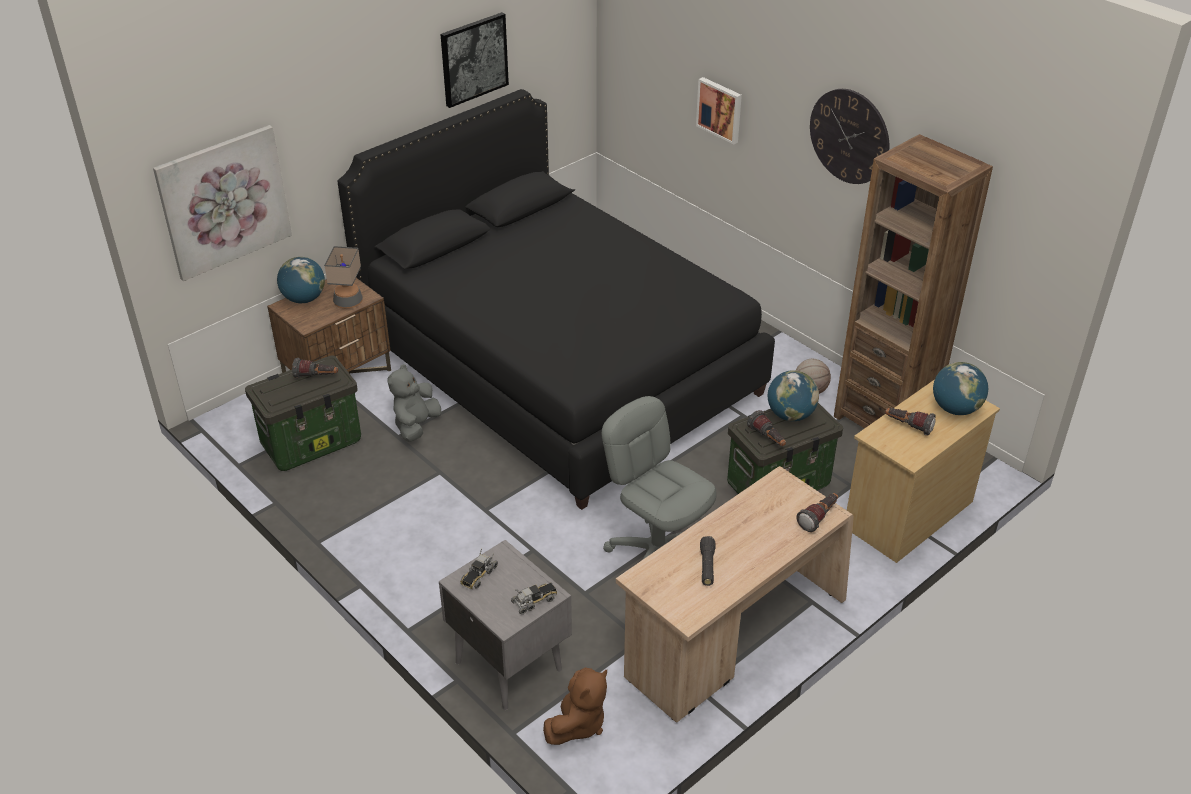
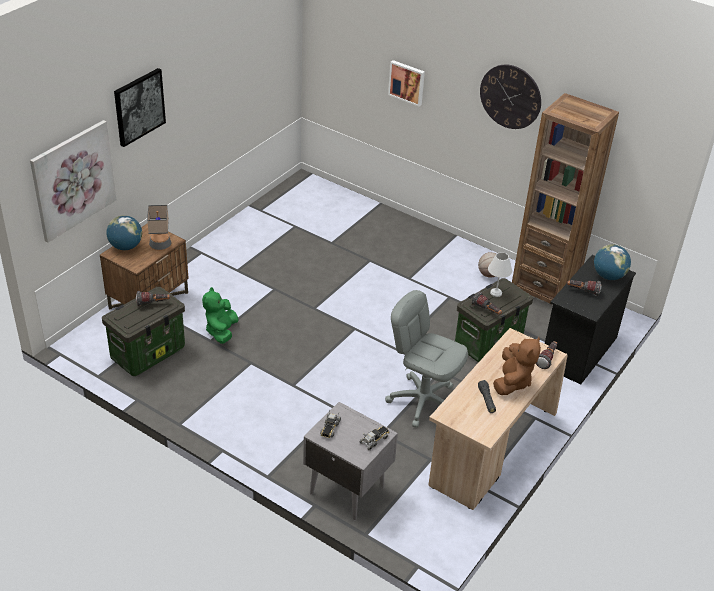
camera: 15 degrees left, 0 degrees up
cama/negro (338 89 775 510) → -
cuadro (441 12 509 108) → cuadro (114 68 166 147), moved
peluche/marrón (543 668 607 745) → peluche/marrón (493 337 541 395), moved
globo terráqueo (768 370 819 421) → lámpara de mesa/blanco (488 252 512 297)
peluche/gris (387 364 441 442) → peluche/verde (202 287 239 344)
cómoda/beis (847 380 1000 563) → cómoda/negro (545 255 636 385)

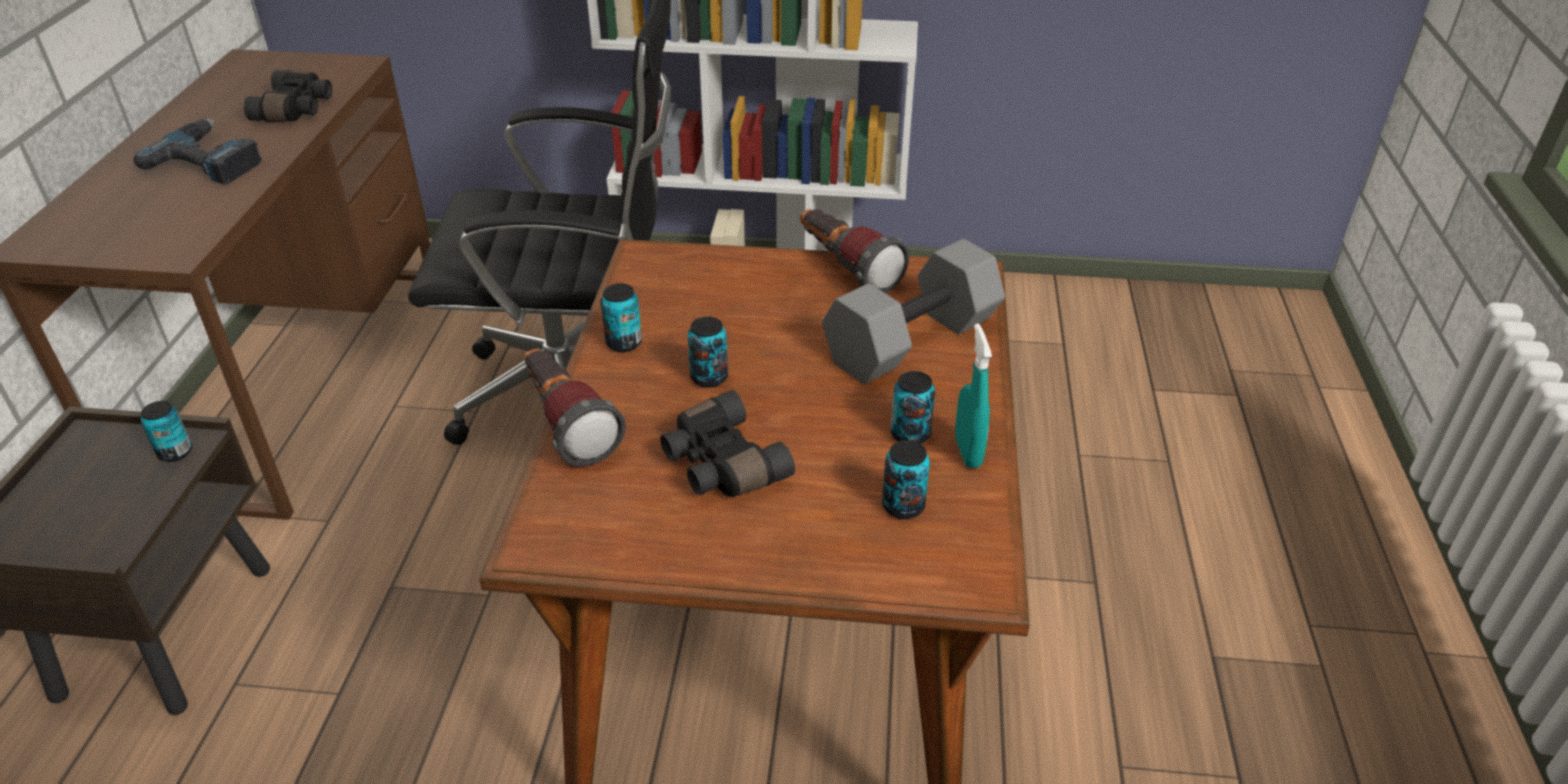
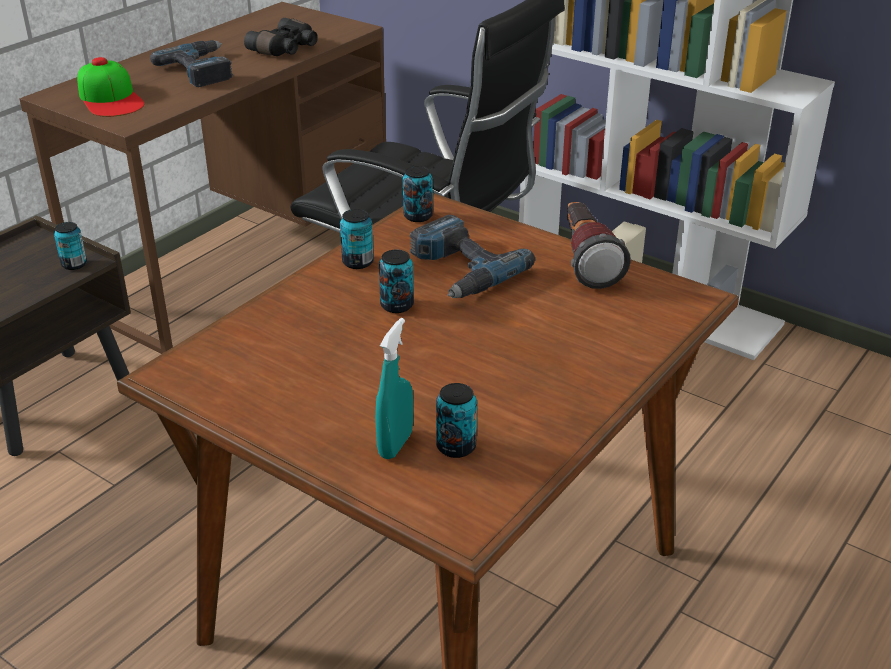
camera: 30 degrees right, 5 degrees down
linterna (524 348 626 466) → -
prismáticos/negro (660 390 795 497) → -
mancuerna/gris (822 239 1005 384) → -
- → gorra (77 57 144 117)
- → taladro (409 215 535 298)
lata (891 371 935 444) → lata (403 166 433 222), moved
pulverizador/turquesa (955 324 992 468) → pulverizador/turquesa (375 318 413 459), moved

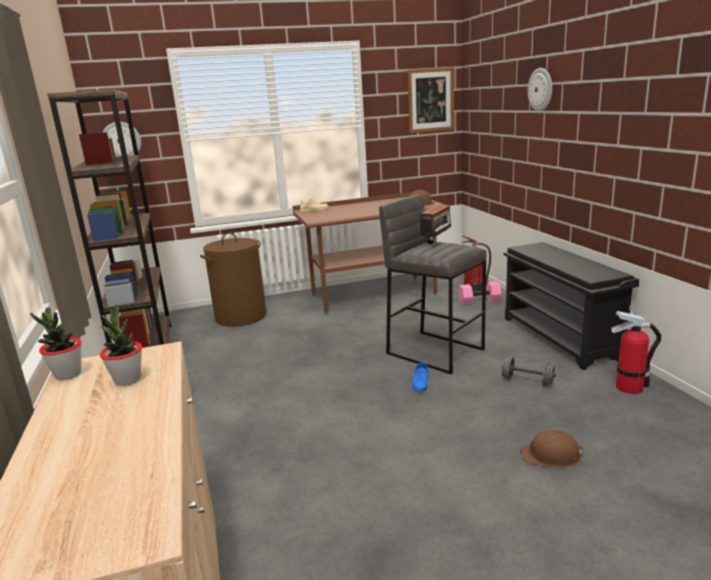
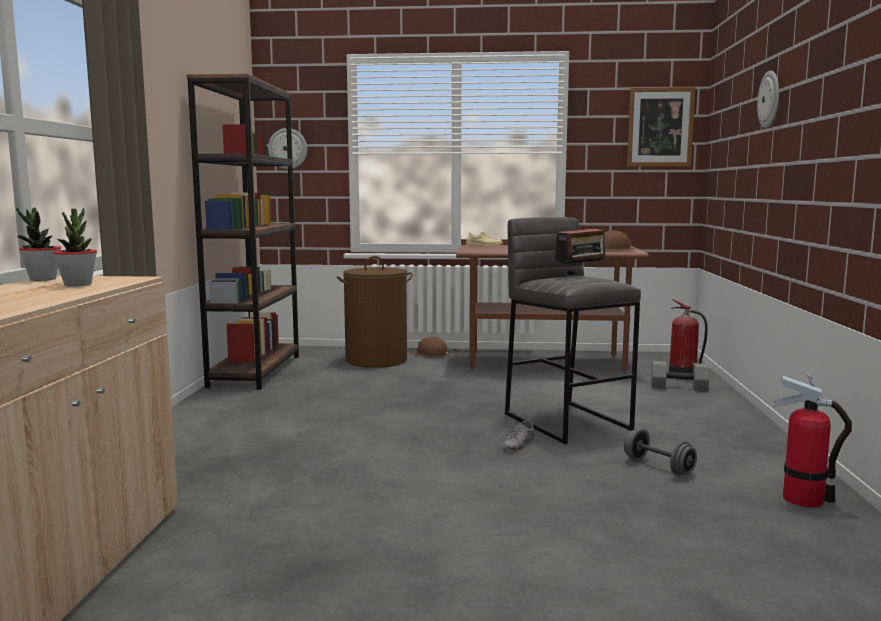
camera: 20 degrees right, 10 degrees down
zapatero/negro (503 242 639 370) → -
casco/marrón (520 430 584 468) → casco/marrón (411 337 451 358), moved
zapato/azul (412 361 429 391) → zapato/gris (502 419 534 451)
mancuerna/rosa (458 281 502 304) → mancuerna/gris (651 361 709 391)

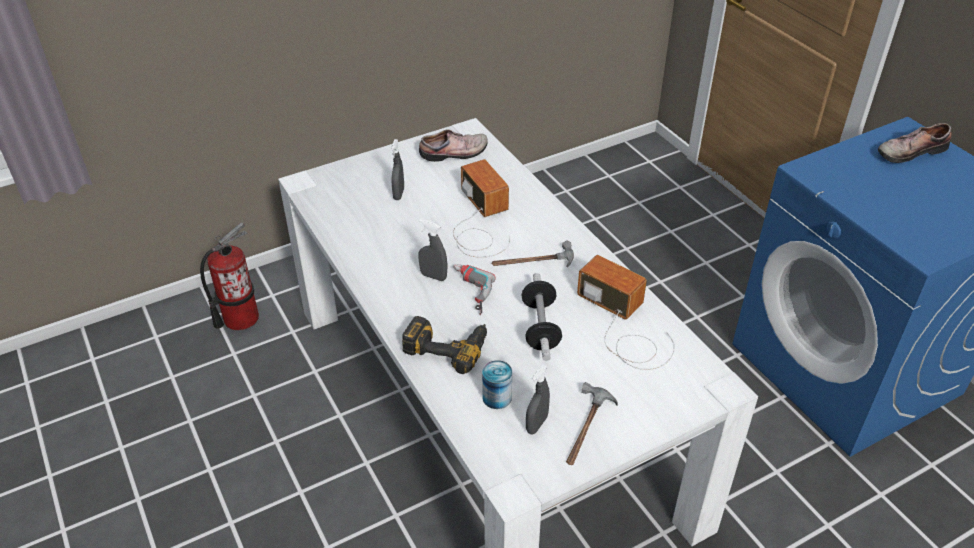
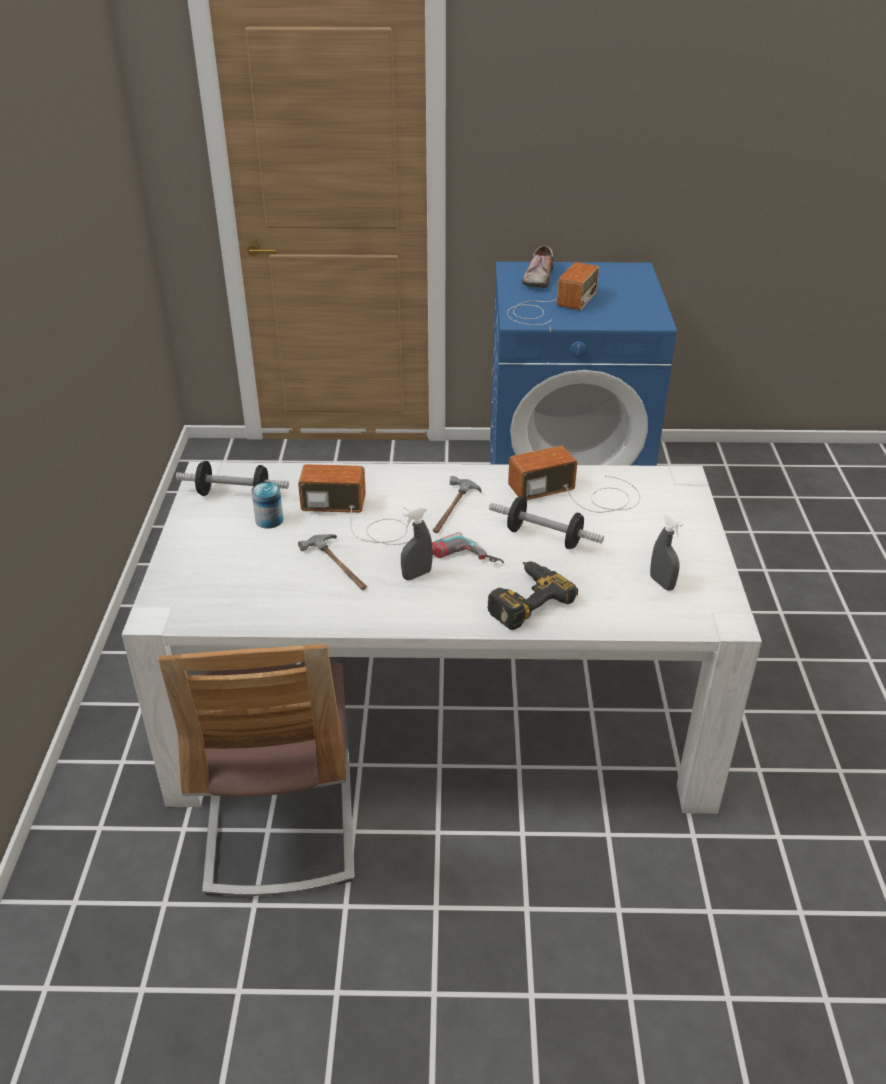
camera: 60 degrees left, 5 degrees down
extintor (200 222 259 331) → -
pulverizador/gris (391 139 404 200) → -
- → silla (158 644 355 896)
- → radio (507 262 599 325)
lata (482 360 512 409) → lata (251 482 283 529), moved
martillo (566 382 618 465) → martillo (298 534 367 590), moved
zapato (419 129 488 162) → mancuerna (176 461 289 496)

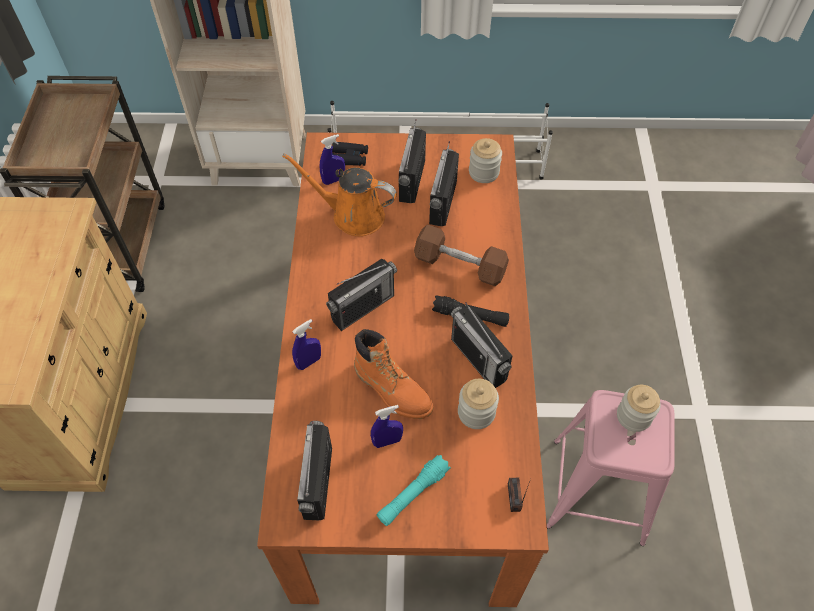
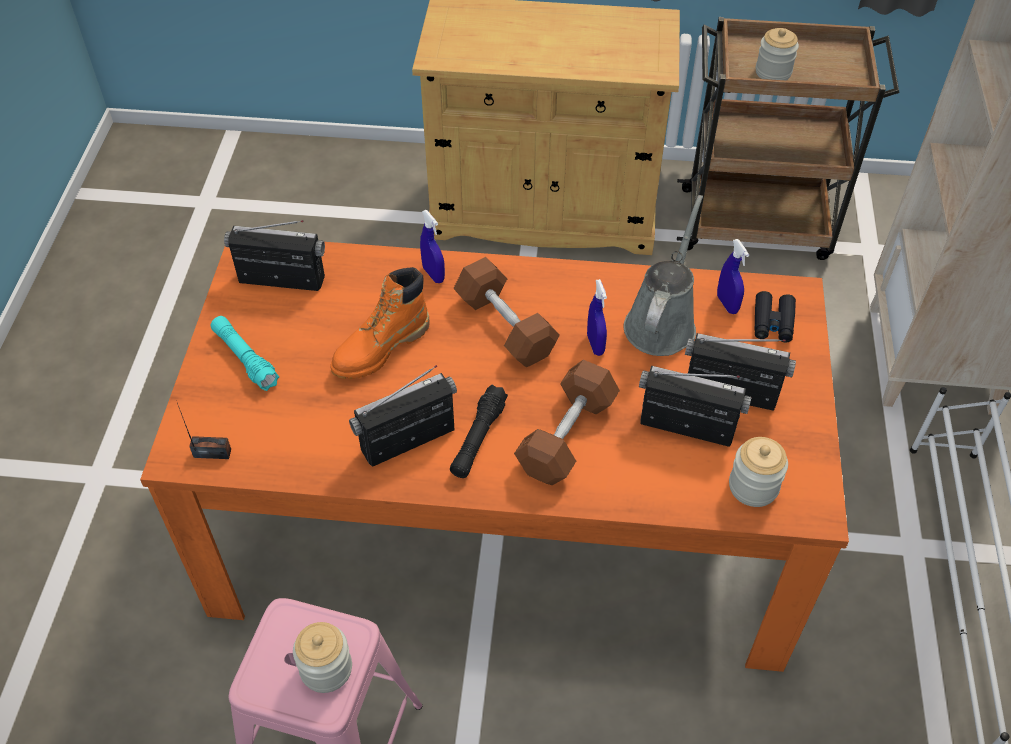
camera: 95 degrees right, 5 degrees down
pulverizador/azul (371 405 403 448) → pulverizador/azul (587 279 607 356), moved
tarro (458 379 499 429) → tarro (756 28 799 80), moved
radio (326 259 397 331) → mancuerna/marrón (453 257 560 367)
regadera/naranja (282 153 397 236) → regadera/gris (624 195 703 356)

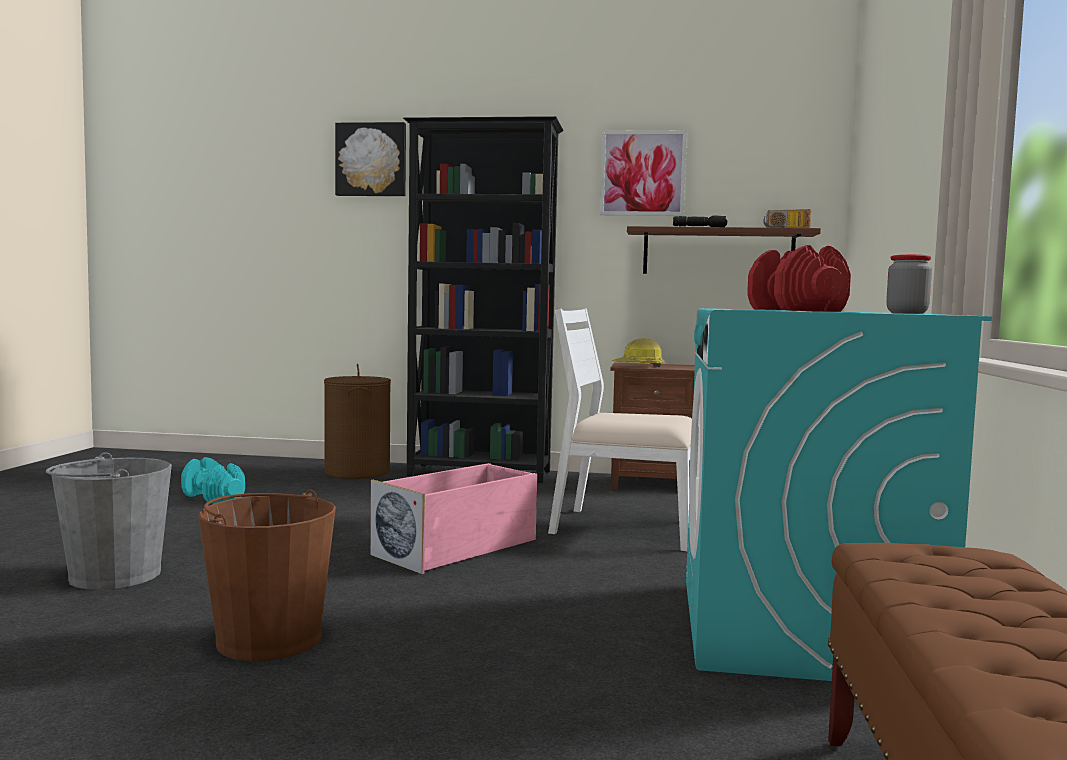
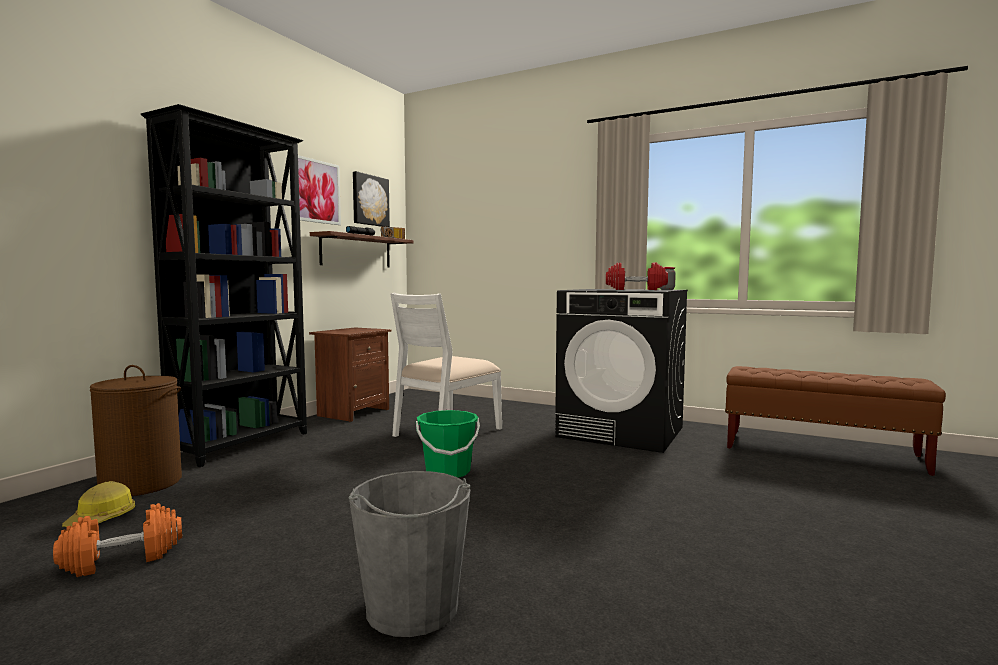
camera: 70 degrees left, 0 degrees up
cubo/marrón (198 489 336 661) → -
cuadro (335 122 406 196) → cuadro (353 171 390 227), moved
casco (612 338 665 367) → casco (62 481 135 527), moved
caja de almacenaje/rosa (370 463 537 574) → cubo/verde (416 410 480 478)
mancuerna/turquesa (181 457 245 504) → mancuerna/naranja (53 503 182 577)
lavadora/turquesa (686 308 992 681) → lavadora/negro (555 289 688 453)

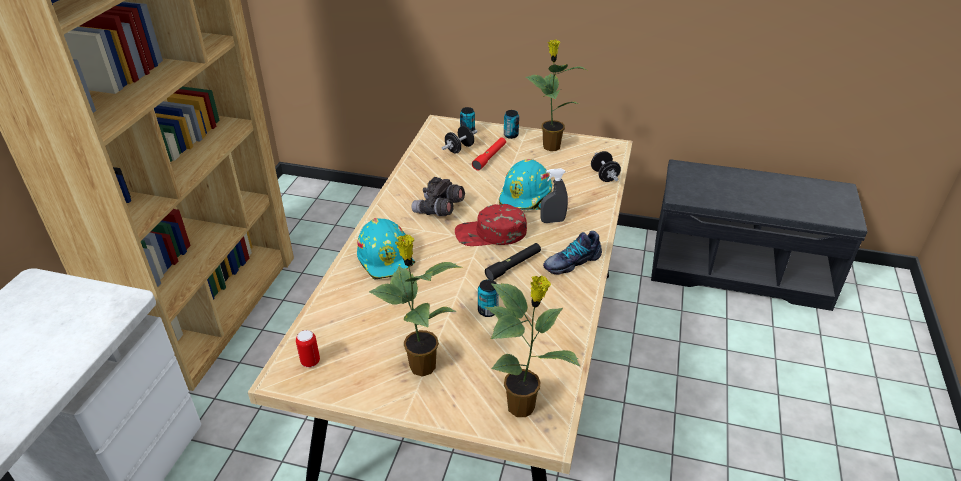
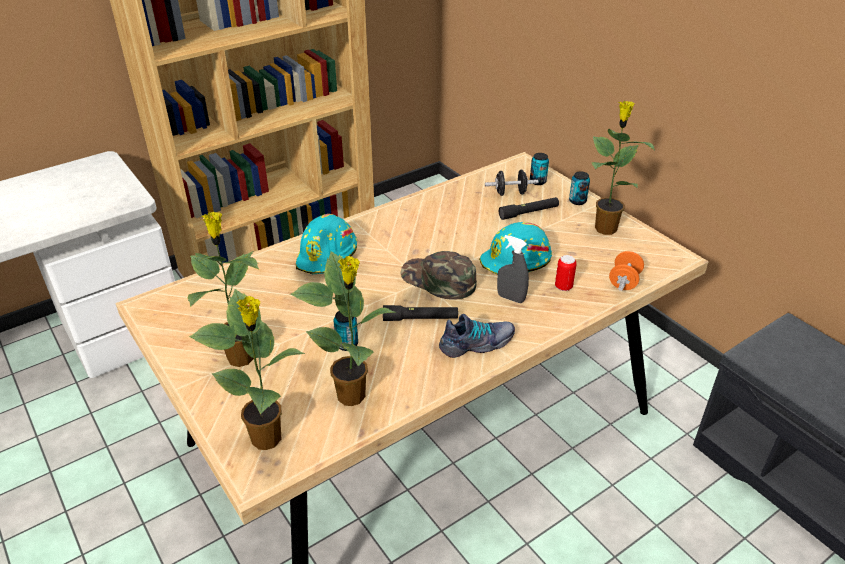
camera: 40 degrees right, 0 degrees up
prismáticos/gris (411 177 465 216) → -
- → planta en maceta (290 251 395 406)
lata (296 330 320 368) → lata (555 255 577 291), moved
gorra/rojo (455 204 527 246) → gorra/verde (400 251 477 300)
linterna/rojo (472 137 506 170) → linterna/negro (499 197 559 220)
mancuerna/negro (591 151 621 182) → mancuerna/naranja (609 251 644 291)
zapato (543 231 602 275) → zapato (439 314 515 358), 150 degrees clockwise

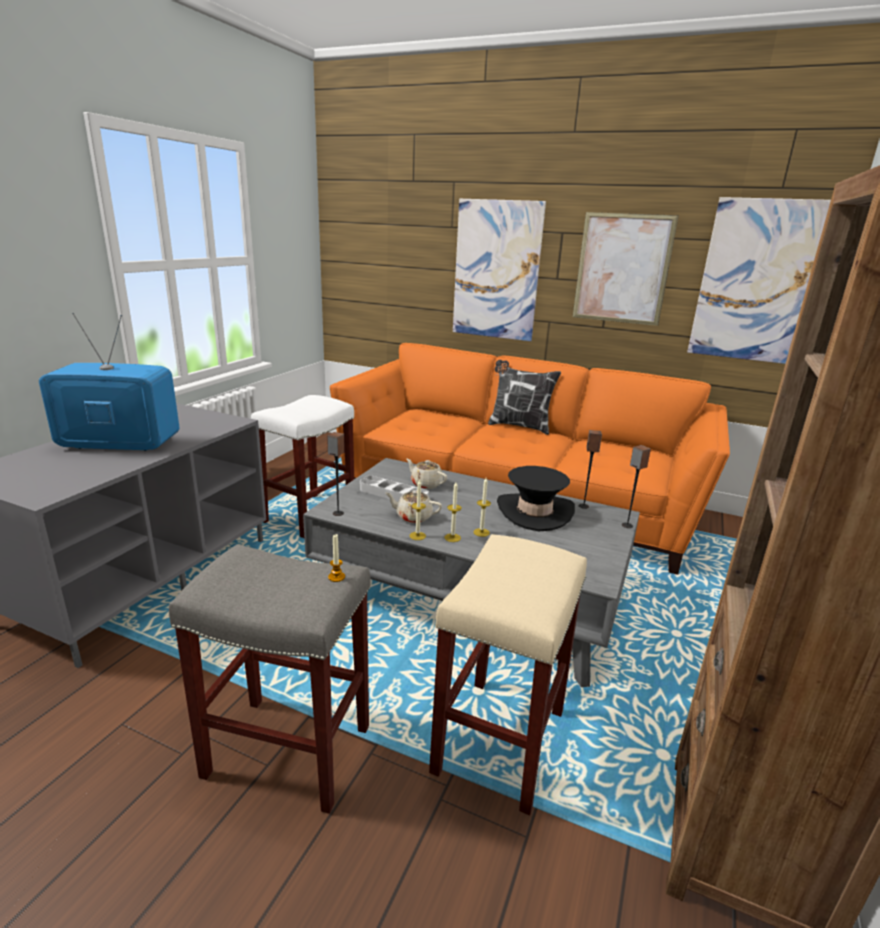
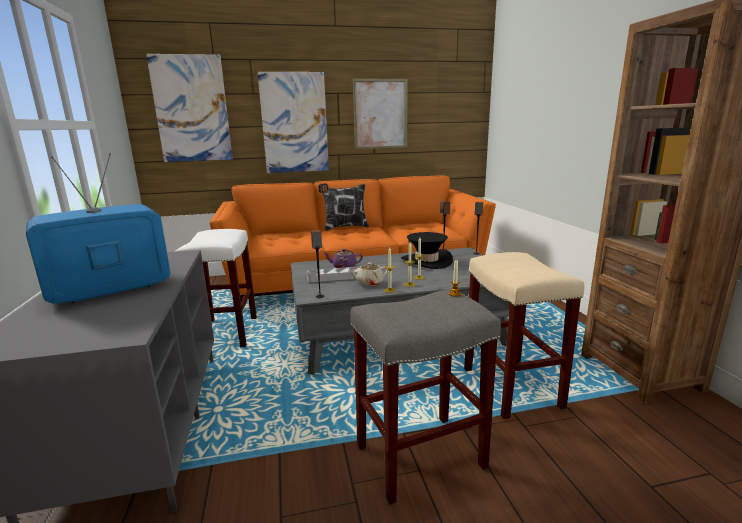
camera: 35 degrees left, 5 degrees down
cuadro (687 197 831 364) → cuadro (146 54 233 162), moved
tetera/beis (406 459 448 489) → tetera/morado (324 249 363 268)

